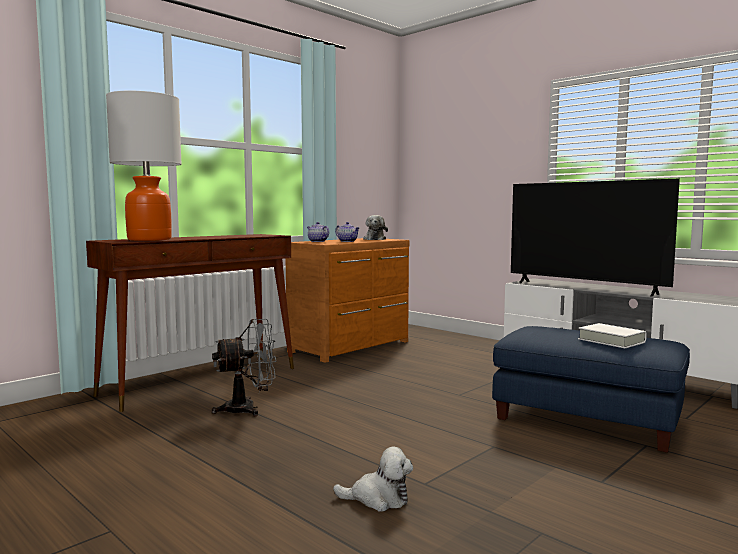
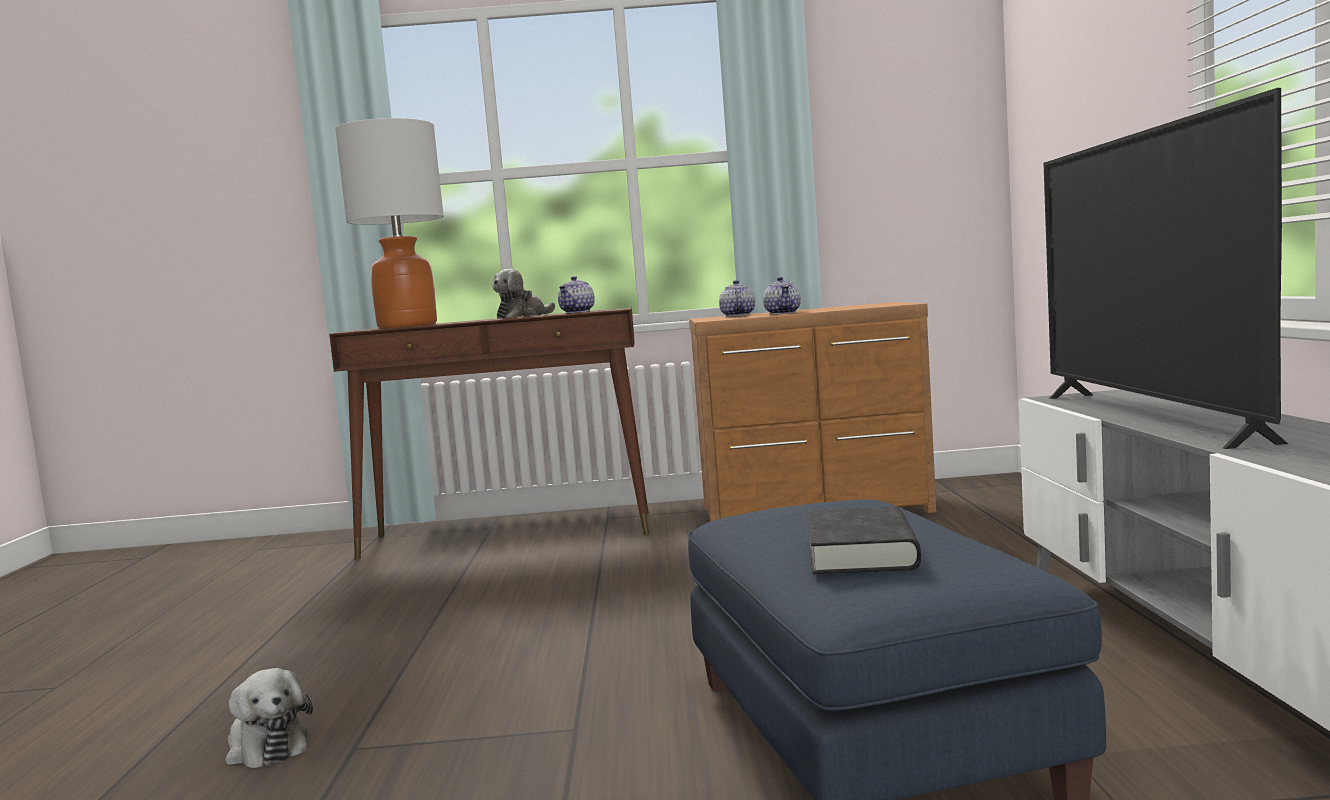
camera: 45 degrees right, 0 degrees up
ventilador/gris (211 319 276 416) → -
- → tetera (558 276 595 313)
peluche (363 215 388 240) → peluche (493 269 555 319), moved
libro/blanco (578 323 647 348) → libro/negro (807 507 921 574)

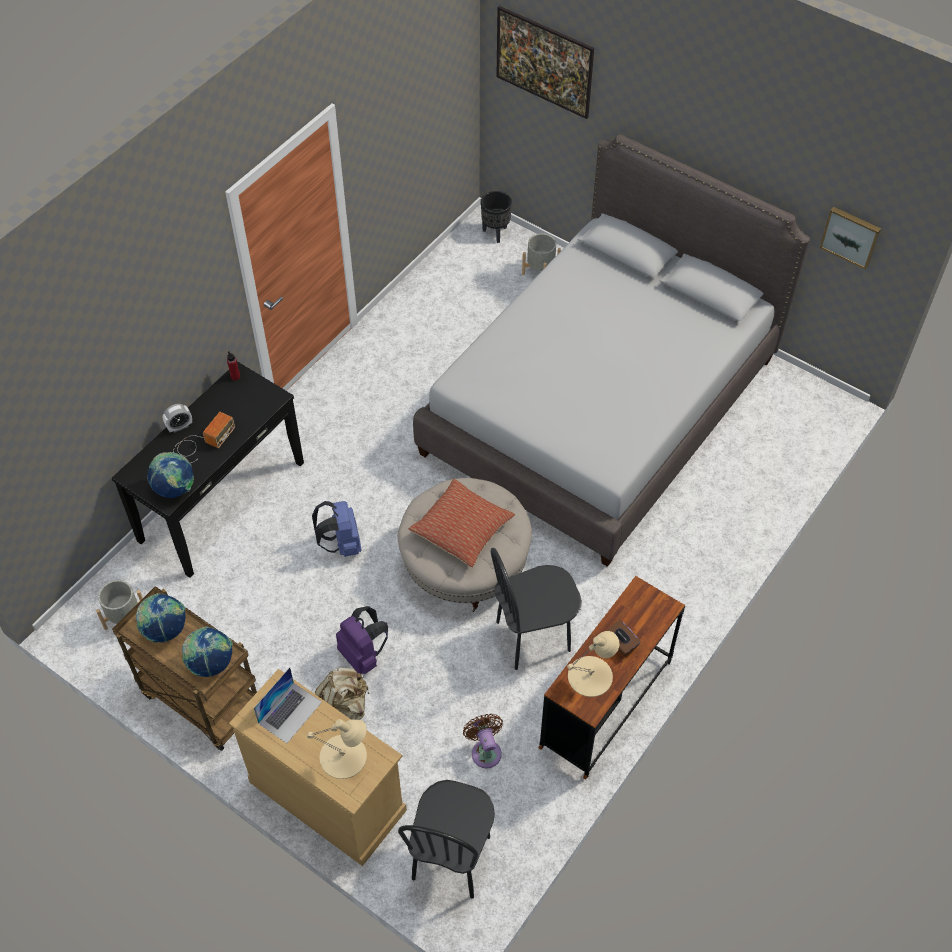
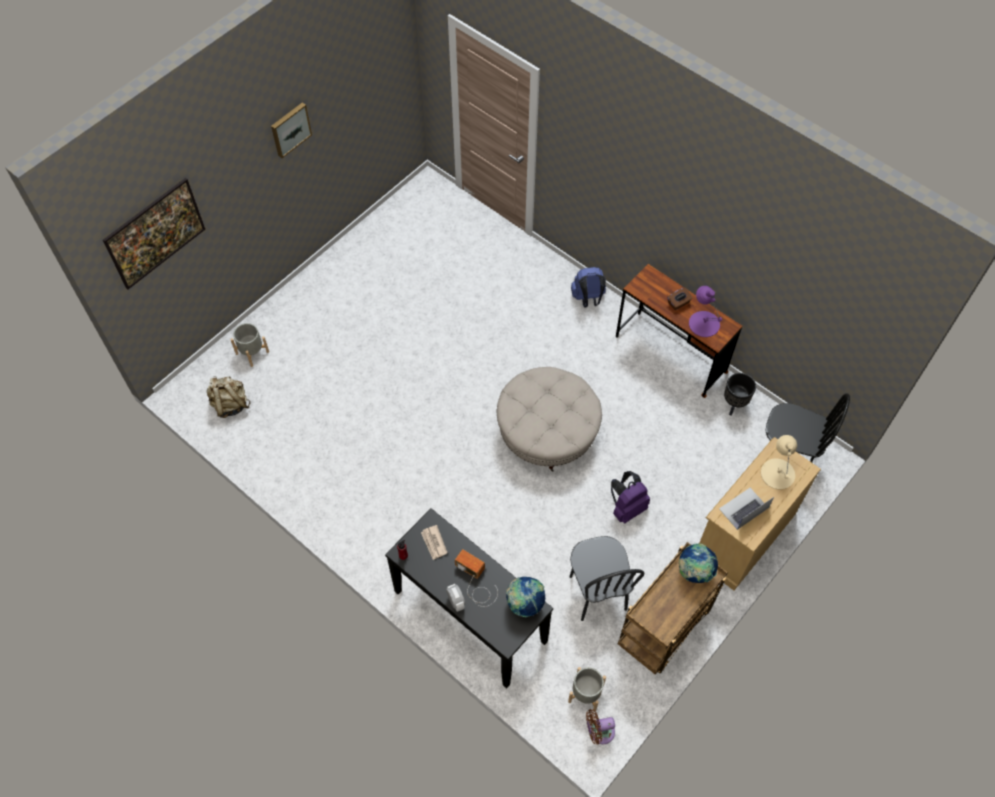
camera: 85 degrees left, 5 degrees up
globo terráqueo (136 593 186 643) → -
cojín (409 479 515 568) → -
cama/gris (413 135 810 567) → -
- → periódico (421 525 448 560)
mochila/azul (312 501 361 557) → mochila/azul (571 267 606 307), moved
mochila/beis (315 667 369 720) → mochila/beis (207 376 251 418), moved
ventilador/marrón (463 714 503 768) → ventilador/marrón (586 709 615 745), moved
maceta/negro (481 191 512 243) → maceta/negro (724 373 756 416), moved
silla/negro (491 548 582 670) → silla/negro (570 536 644 621), moved
cuadro (820 207 881 270) → cuadro (271 102 312 158), moved
lámpara de mesa/beis (567 631 619 697) → lámpara de mesa/morado (689 286 722 337)
portátil (254 667 322 743) → portátil (719 488 774 530), 75 degrees counterclockwise

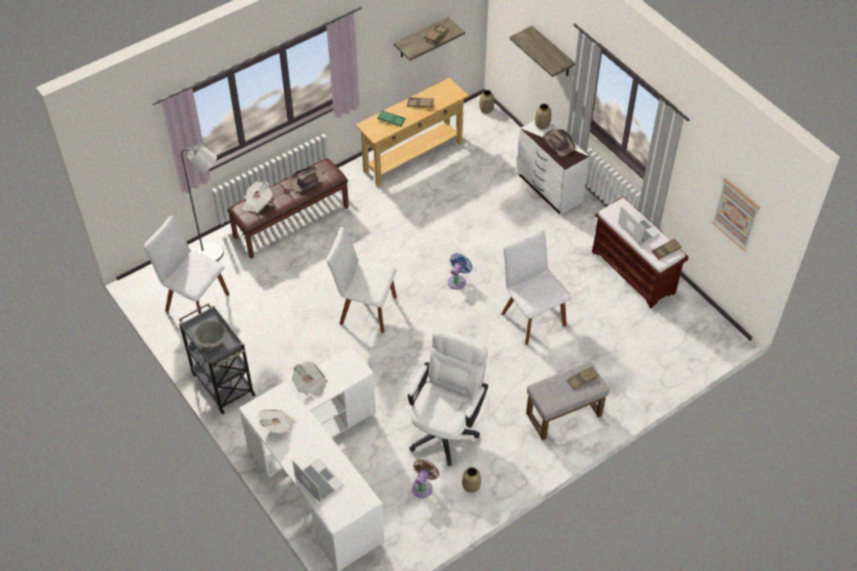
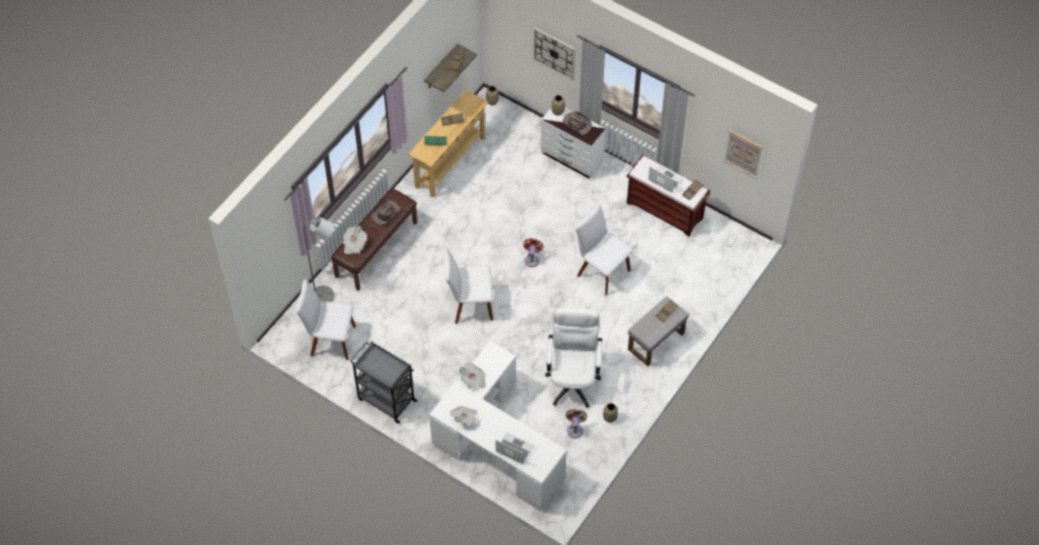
camera: 20 degrees left, 5 degrees up
cuenco/gris (194 321 227 349) → -
estante (509 26 575 77) → reloj de pared (533 28 576 81)
ventilador/azul (448 253 472 290) → ventilador/rojo (523 238 544 267)

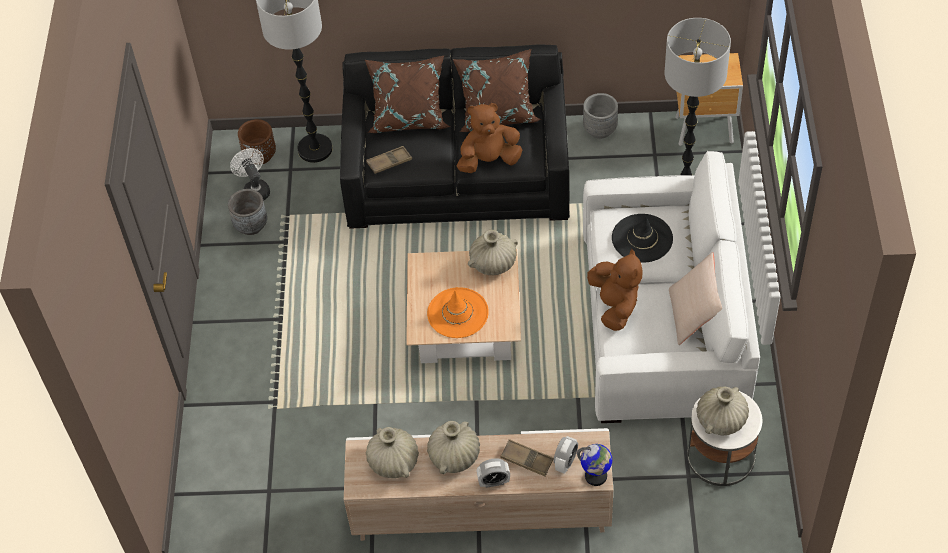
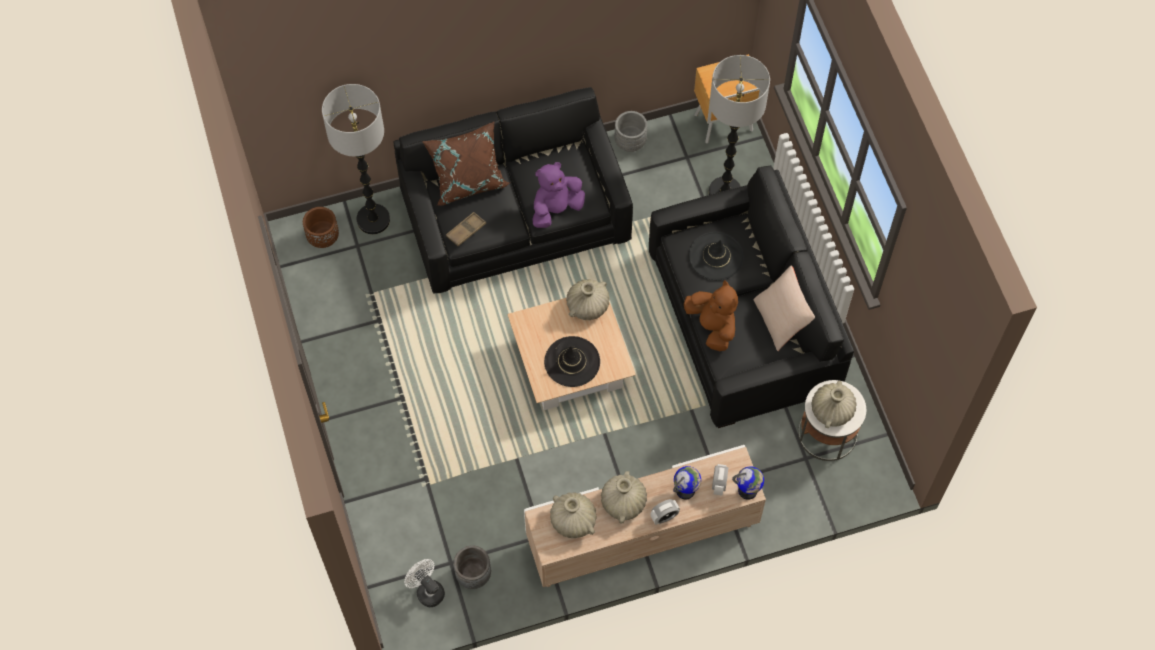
camera: 20 degrees left, 10 degrees up
cojín/marrón (453 49 541 132) → -
maceta/gris (228 189 267 235) → maceta/gris (454 545 491 589), moved
ventilador/blanco (230 148 270 201) → ventilador/blanco (404 559 445 607), moved
bandeja/marrón (500 439 554 477) → globo terráqueo (673 466 701 499)
sombrero/naranja (427 287 489 338) → sombrero/negro (544 336 600 387)
peluche/marrón (457 103 522 173) → peluche/morado (532 162 585 228)
sofá/blanco (583 151 760 423) → sofá/negro (649 166 854 428)

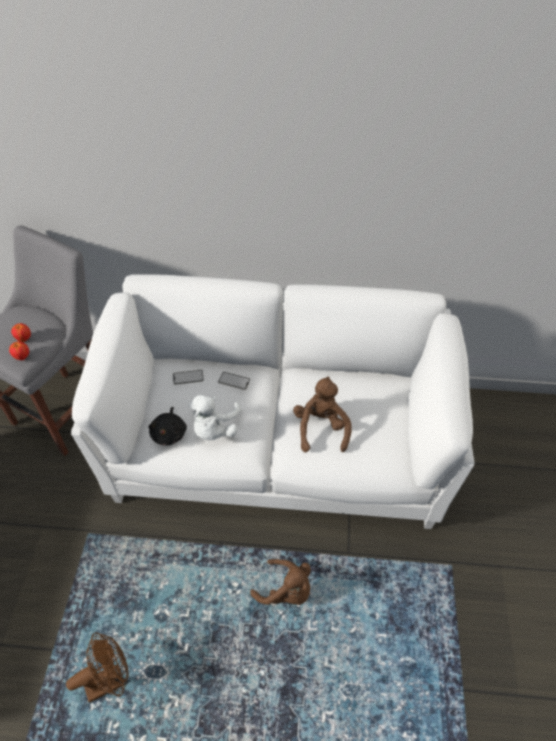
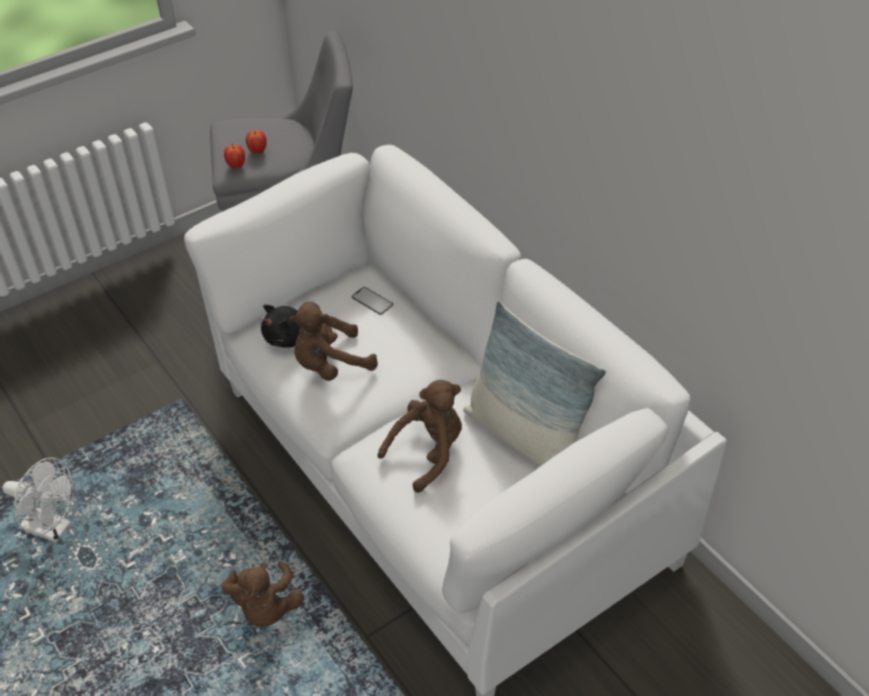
camera: 50 degrees right, 5 degrees down
móvil (218 372 250 390) → -
- → cojín (463 301 606 466)
ventilador/marrón (66 632 129 702) → ventilador/blanco (2 457 74 543)
peluche/blanco (189 395 242 440) → peluche/marrón (289 301 378 381)

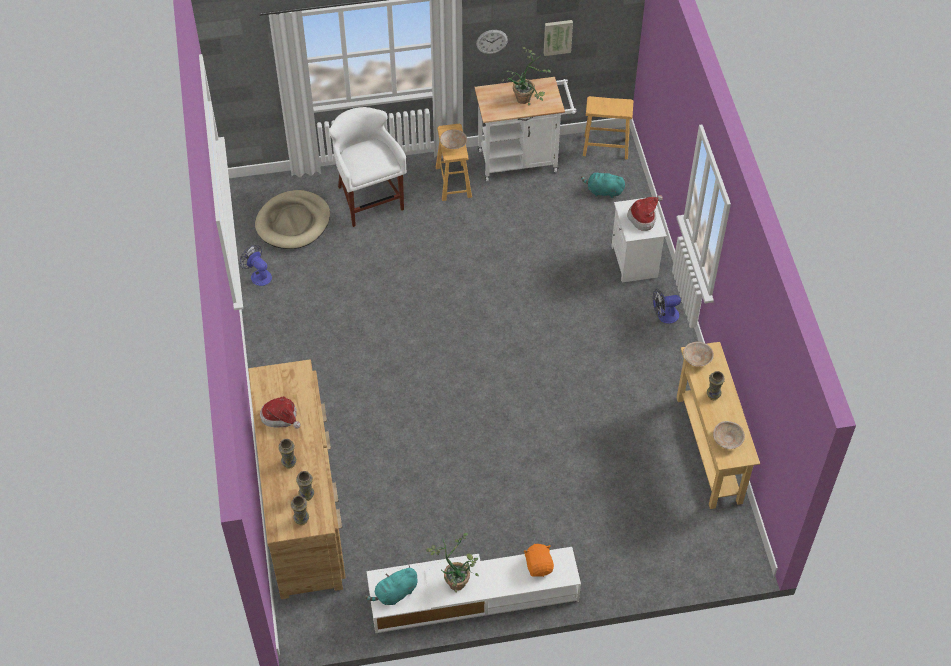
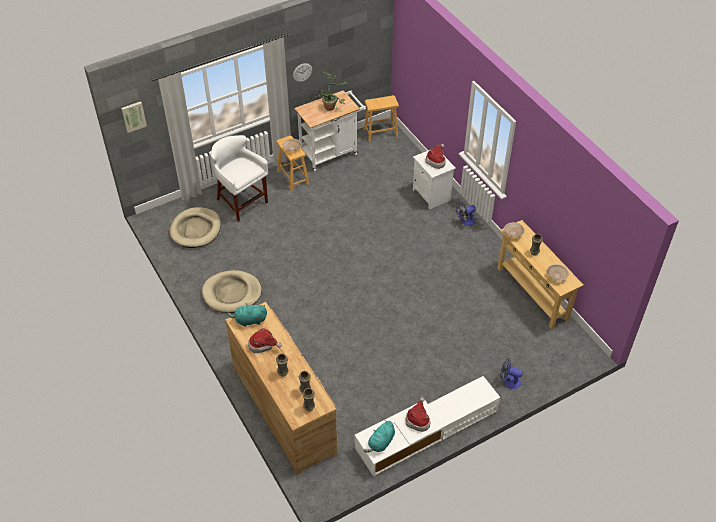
camera: 20 degrees left, 5 degrees down
peluche/naranja (523 544 554 577) → -
- → cama para perro/beis (202 270 262 313)
ventilador (240 245 272 286) → ventilador (500 358 523 389), moved
cuadro (544 20 573 56) → cuadro (121 101 147 133), moved
peluche/turquesa (581 170 625 198) → peluche/turquesa (227 303 267 327), moved
planta en maceta (426 533 479 593) → sombrero (405 397 431 432)

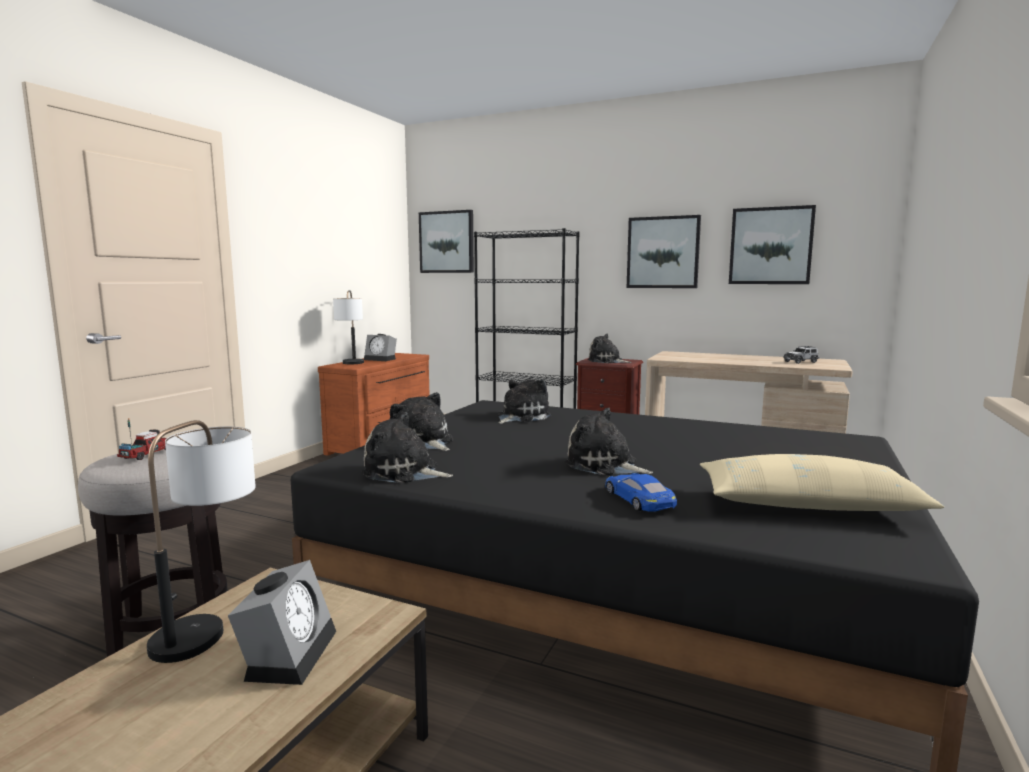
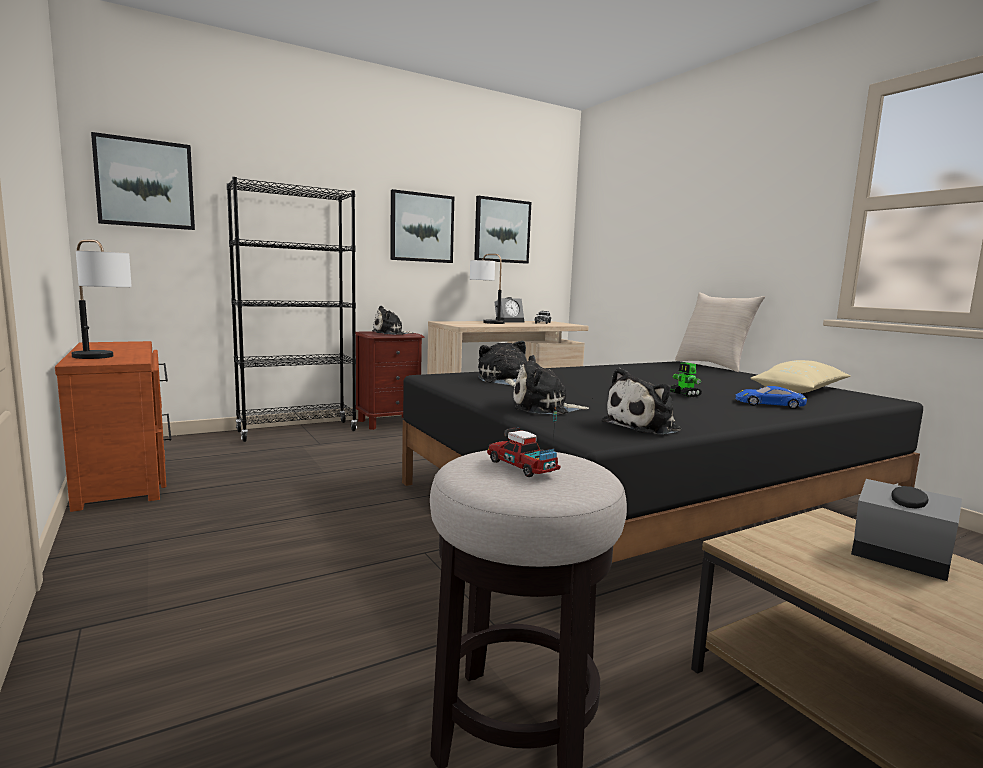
camera: 55 degrees left, 0 degrees up
- → cojín/beis (675 293 765 372)
lámpara de mesa (147 420 256 663) → lámpara de mesa (470 254 505 324), moved
despertador (364 334 397 361) → despertador (495 297 524 323), moved
peluche (565 408 653 475) → robot de juguete (670 362 702 397)

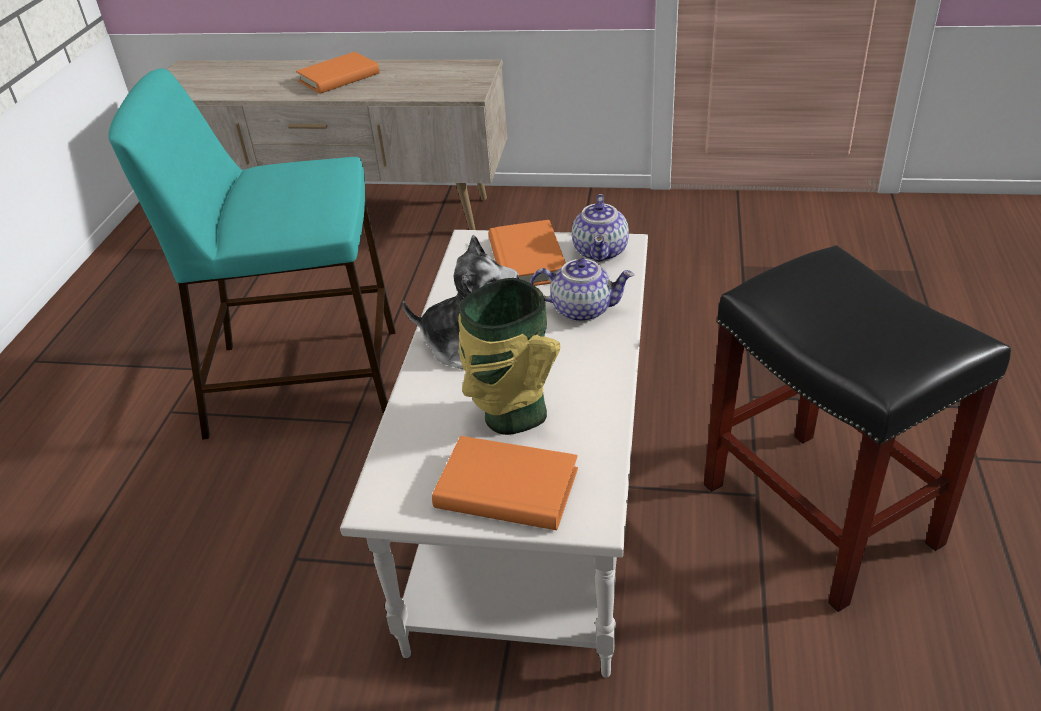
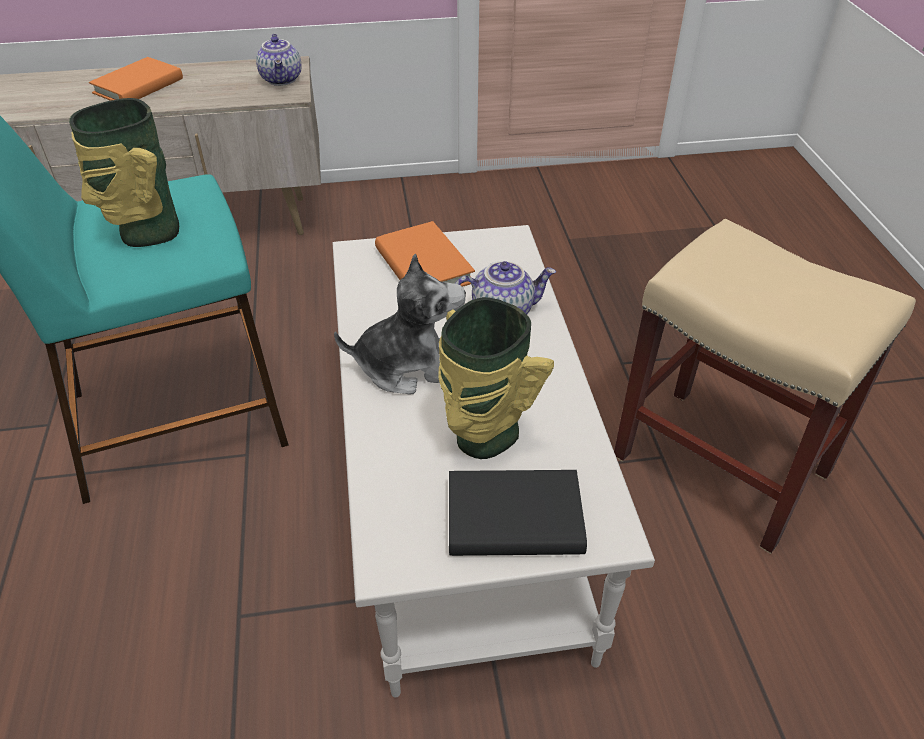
camera: 20 degrees left, 5 degrees up
- → florero (69 98 179 247)
tetera (572 194 629 262) → tetera (256 34 302 86), moved
libro/naranja (432 436 578 530) → libro/negro (449 470 587 556)
taburete/negro (704 245 1011 612) → taburete/beis (614 219 916 554)

